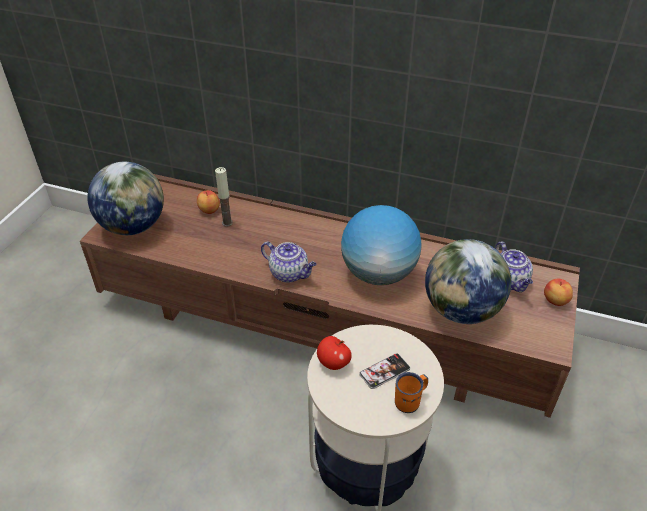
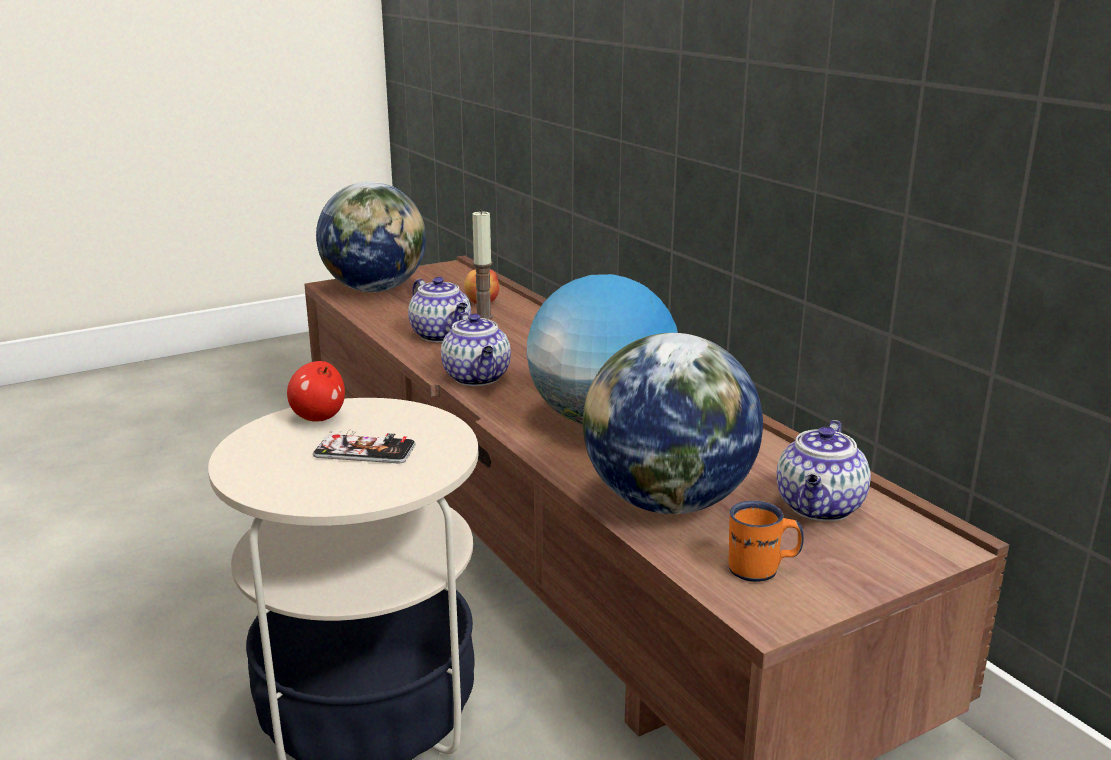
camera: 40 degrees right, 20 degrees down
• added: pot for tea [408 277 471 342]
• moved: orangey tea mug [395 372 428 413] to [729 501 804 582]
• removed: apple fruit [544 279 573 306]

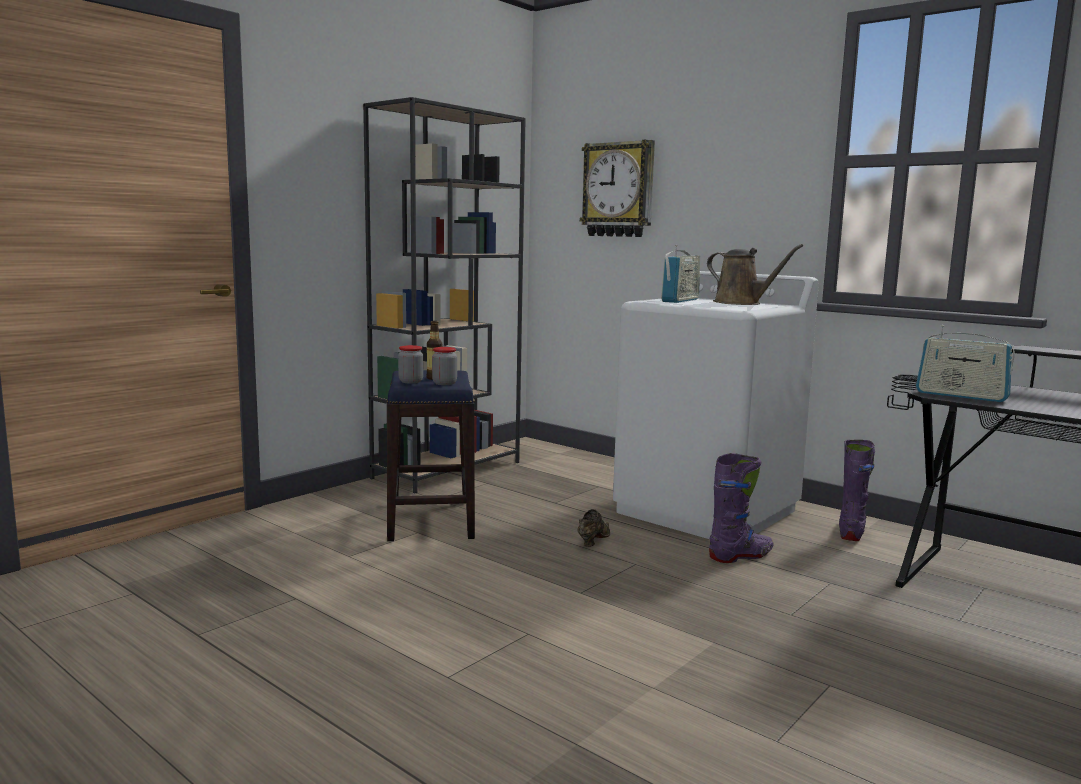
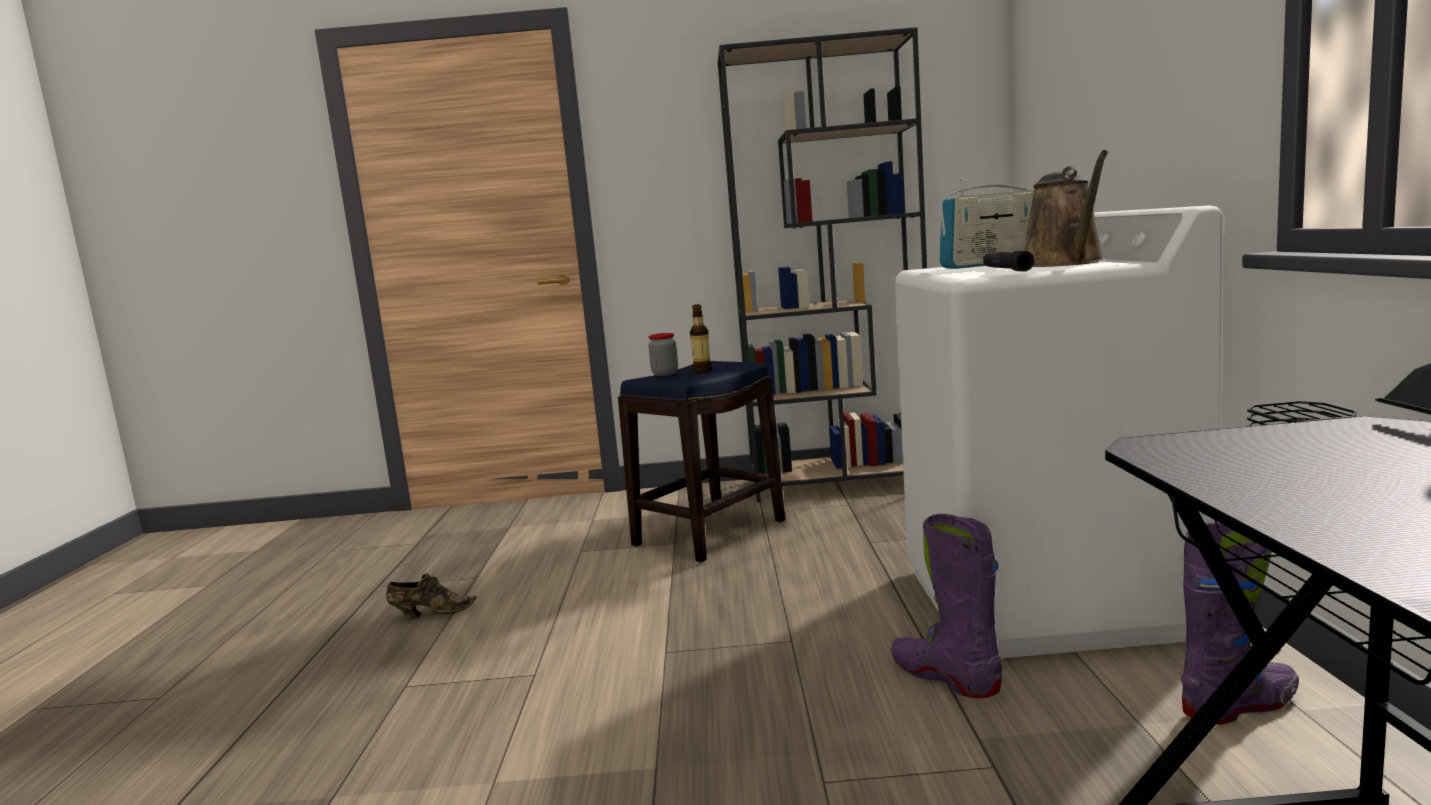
camera: 50 degrees right, 0 degrees up
• moved: brown-coloured item of footwear [578 509 610 547] to [386 573 477 620]
• turned: purple-coloured boot [709 453 774 563] = [891 514 1002 698] 150 degrees counterclockwise
• added: black flashlight [983 251 1035 272]
• removed: preserve jar [432 347 457 385]
• removed: wall clock [580 140 655 237]
• removed: radio set [916 325 1015 402]

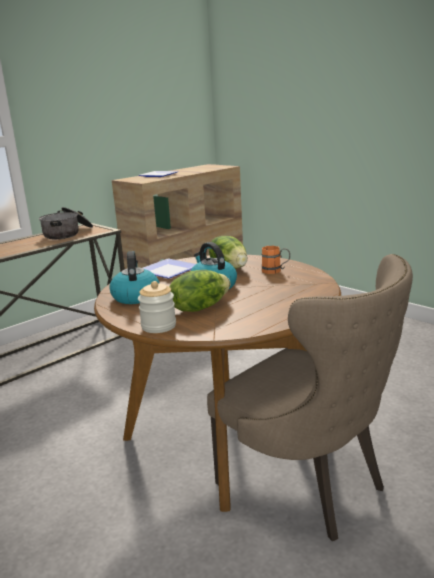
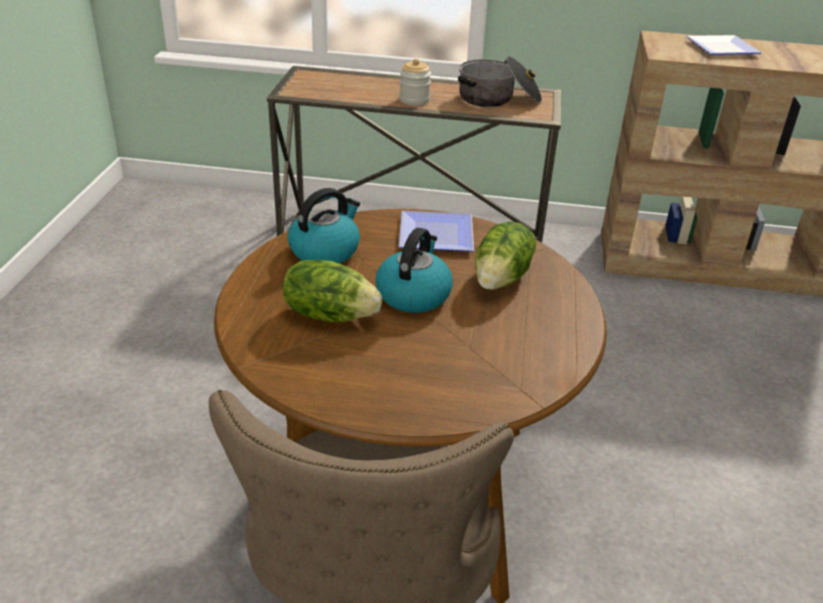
camera: 50 degrees right, 15 degrees up
• moved: preserve jar [138 281 176 333] to [399 59 431 106]
• removed: orangey tea mug [262 246 290 274]

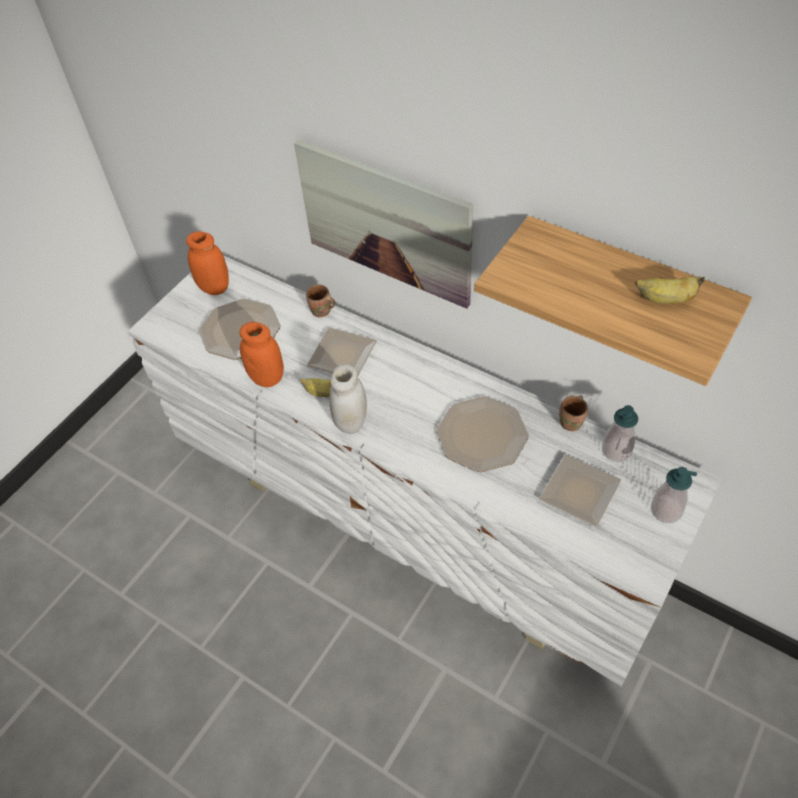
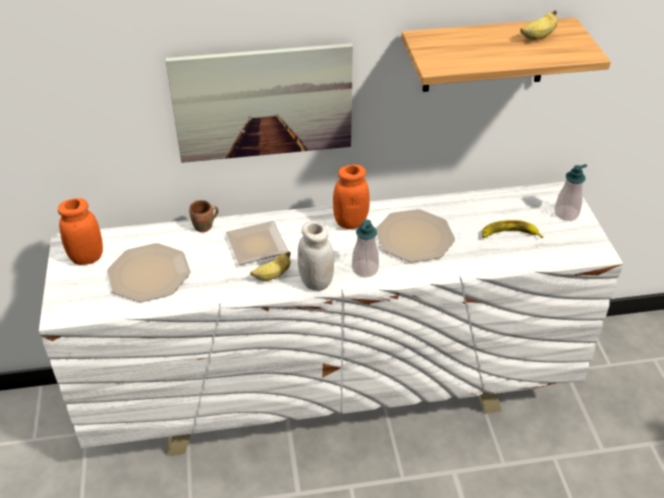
camera: 45 degrees left, 10 degrees down
• moved: orangey preserve jar [239 322 284 387] to [333 164 370 229]
• moved: soap bottle [602 405 638 462] to [352 220 379 277]
• replaced: dinner plate [539 454 621 526] to banana fruit [482 220 543 238]
• removed: brown-coloured tea mug [559 395 588 431]

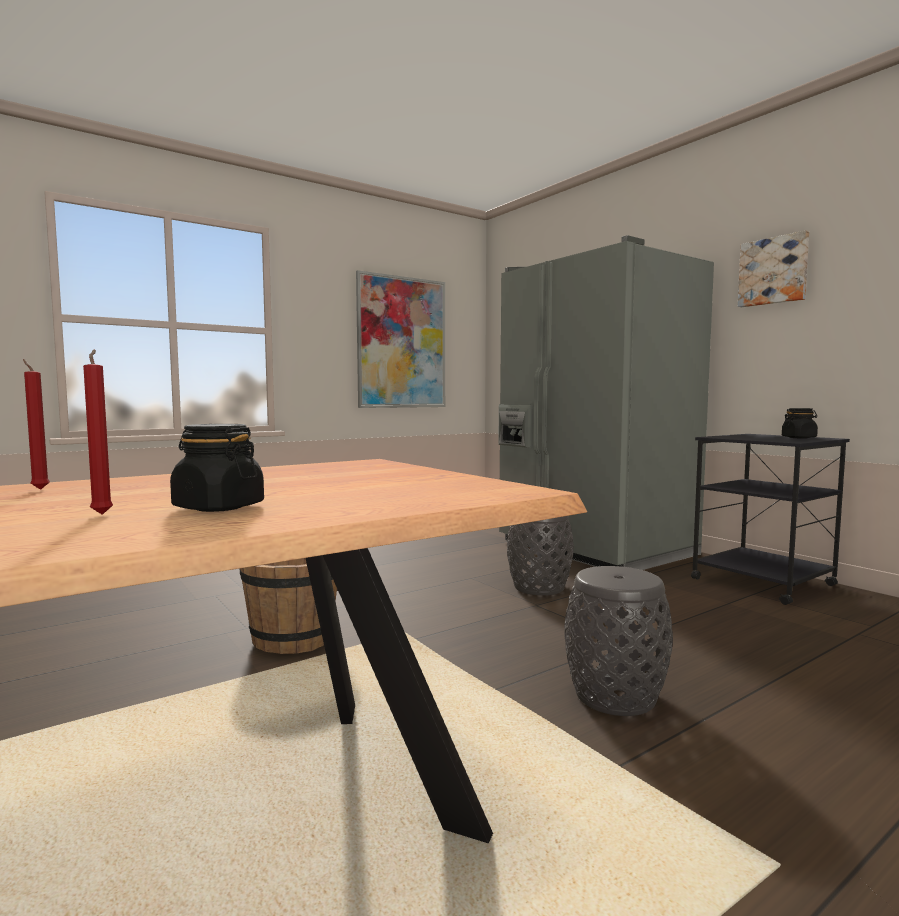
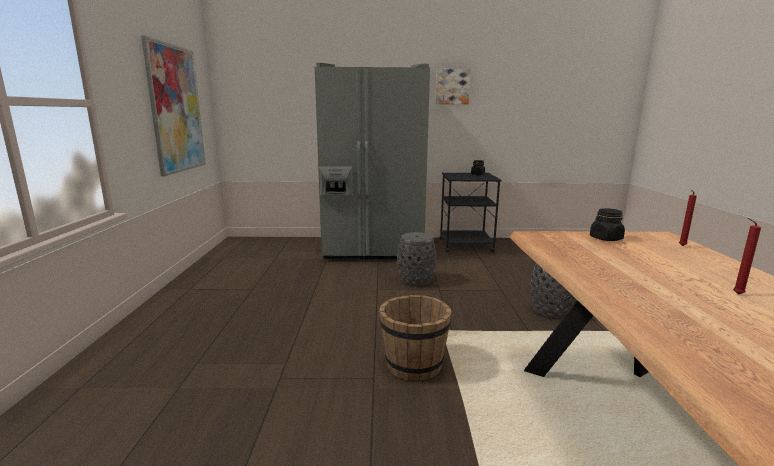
camera: 55 degrees left, 10 degrees up
• moved: black preserve jar [170 424 264 512] to [590 208 625 241]
• moved: red wax candle [23 359 50 490] to [679 190 697 246]

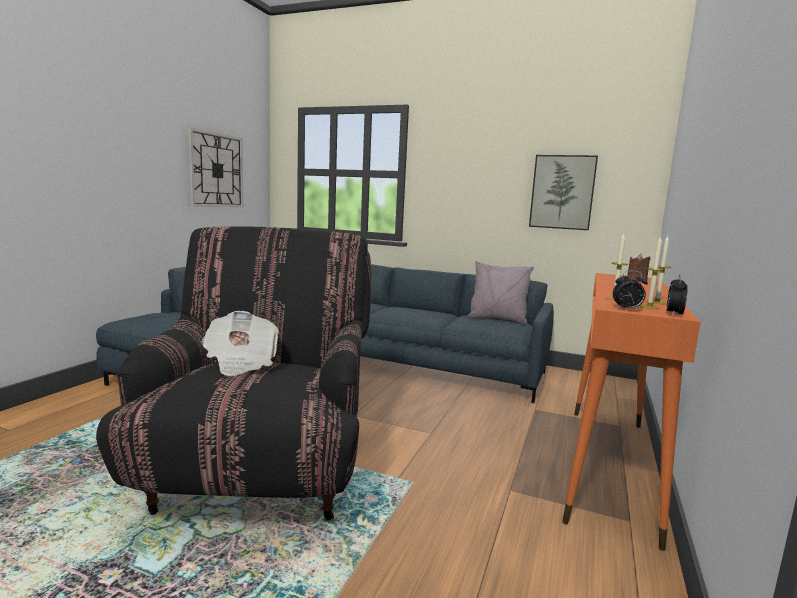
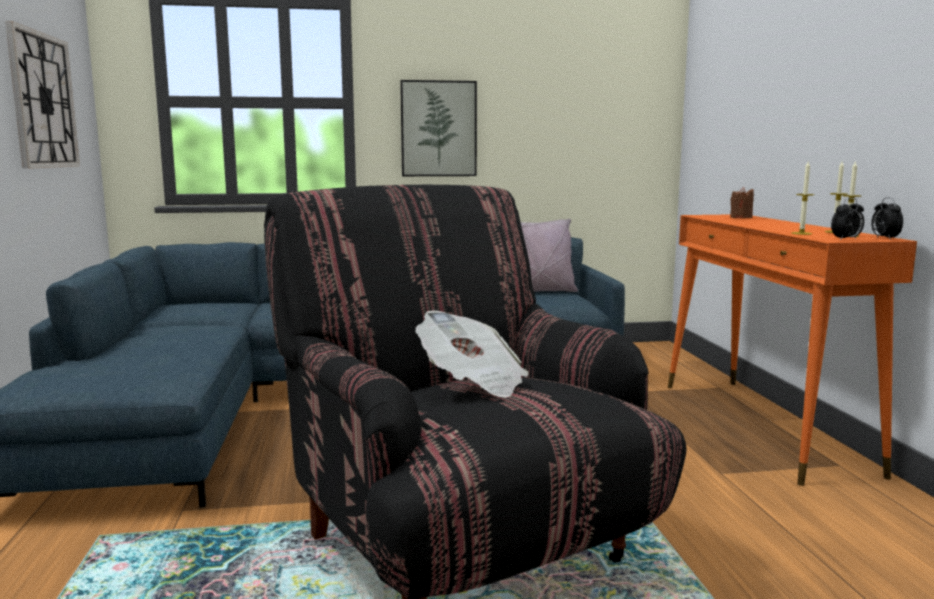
camera: 30 degrees left, 0 degrees up
• moved: wall art [529 155 598 230] to [400 80 477 176]

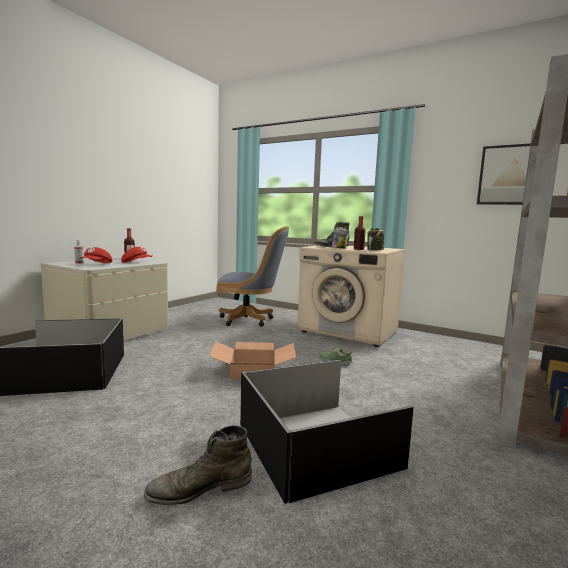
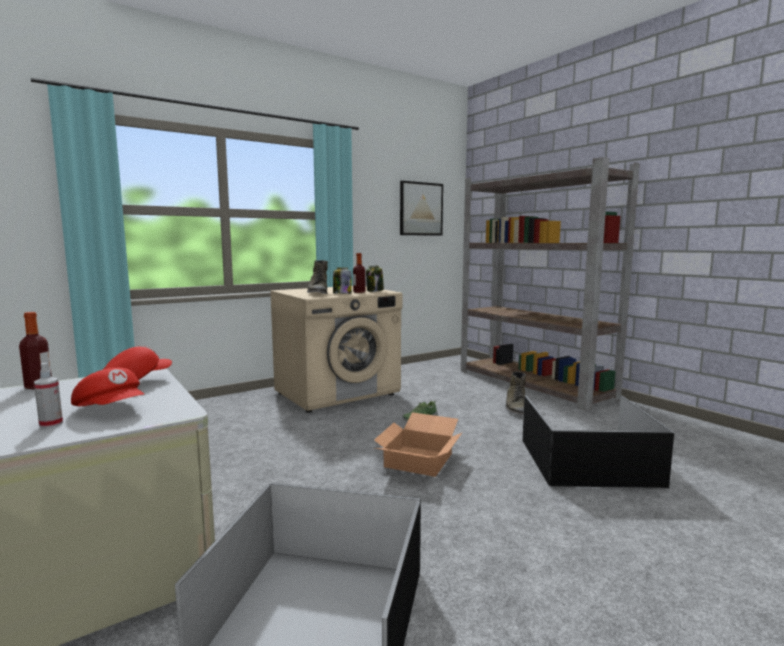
camera: 65 degrees left, 0 degrees up
• moved: greenish boot [144 425 252 505] to [506 372 526 415]
• removed: blue-coloured desk chair [216 226 289 327]

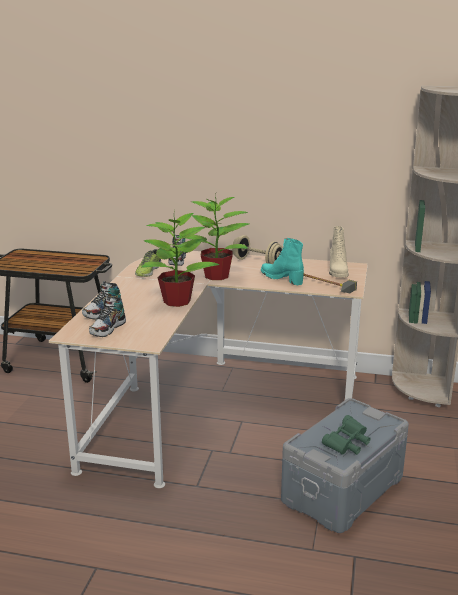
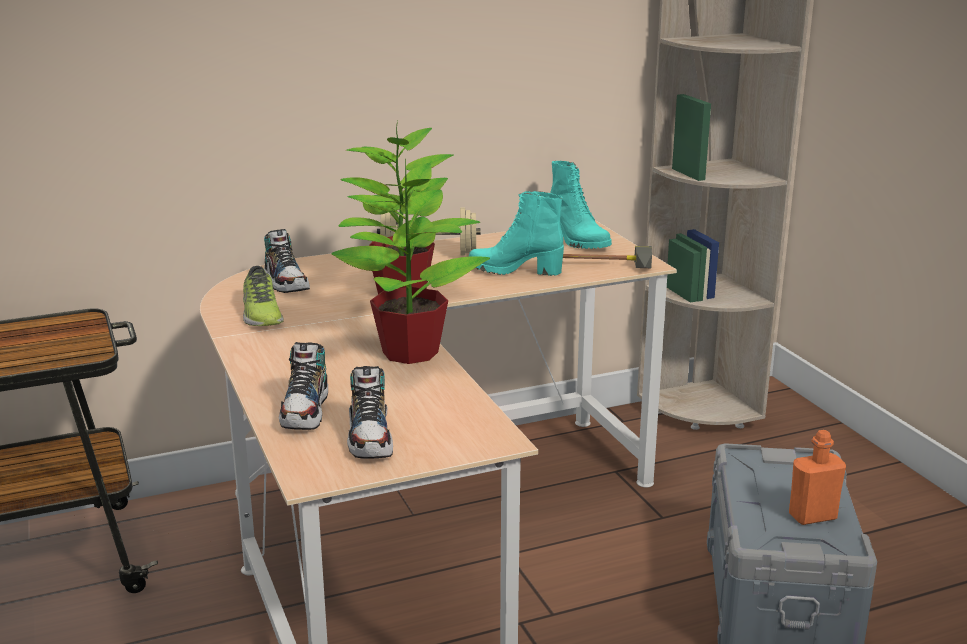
camera: 35 degrees left, 0 degrees up
• recoloured: beige-coloured boot [329 226 348 278] to blue-green boot [550 161 612 249]
• replaced: greenish pair of binoculars [322 415 370 455] to orangey drink bottle [789 430 846 525]

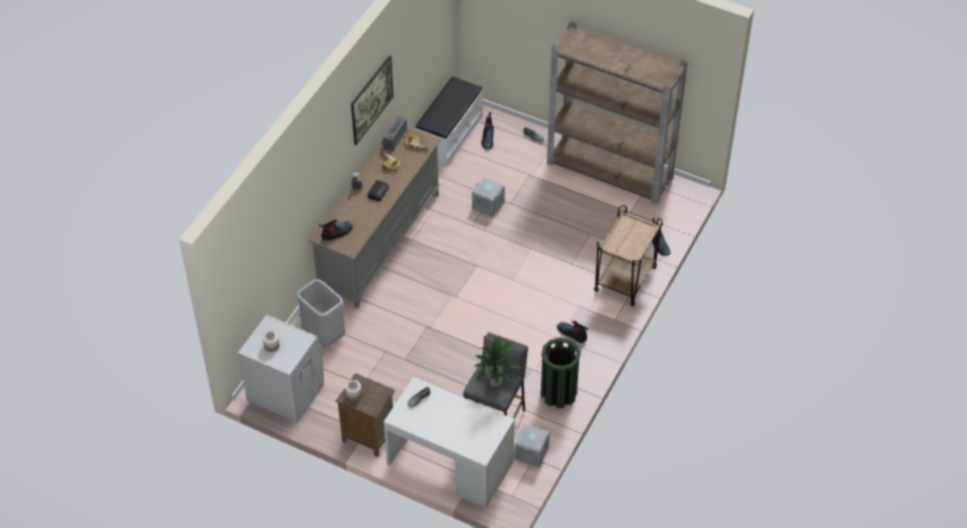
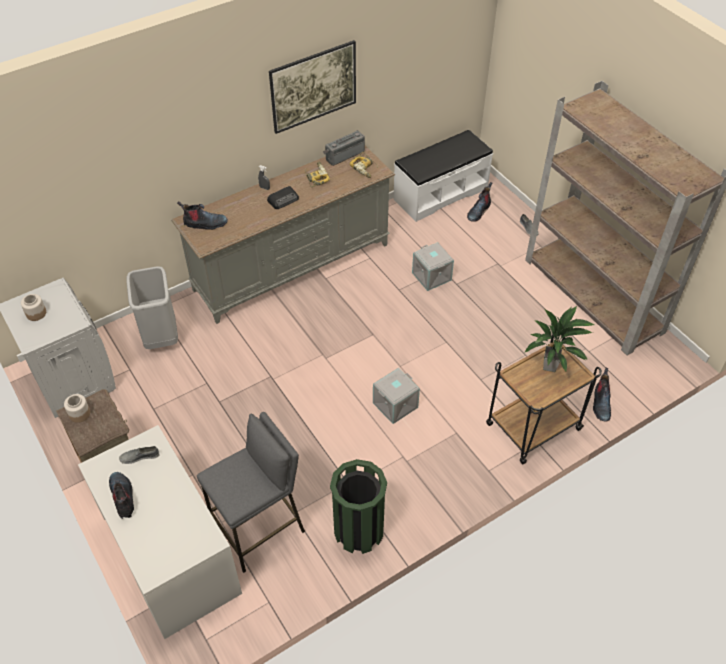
camera: 30 degrees right, 0 degrees up
• moved: boot [557 321 589 343] to [109 472 134 519]
• moved: grey storage container [514 423 550 468] to [373 368 420 424]
• moved: potted plant [474 335 521 387] to [524 306 594 372]

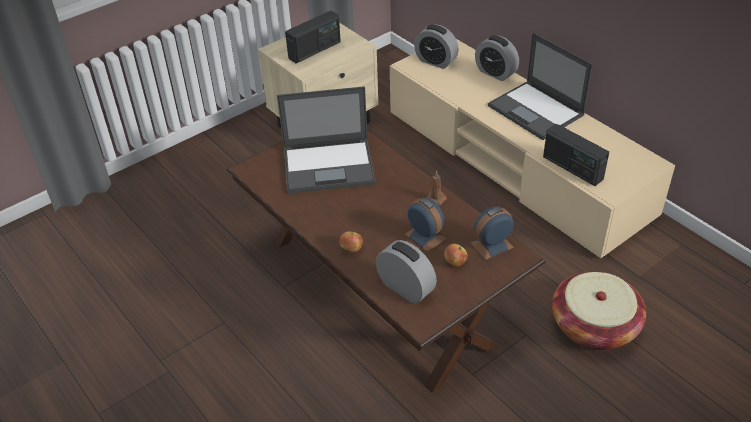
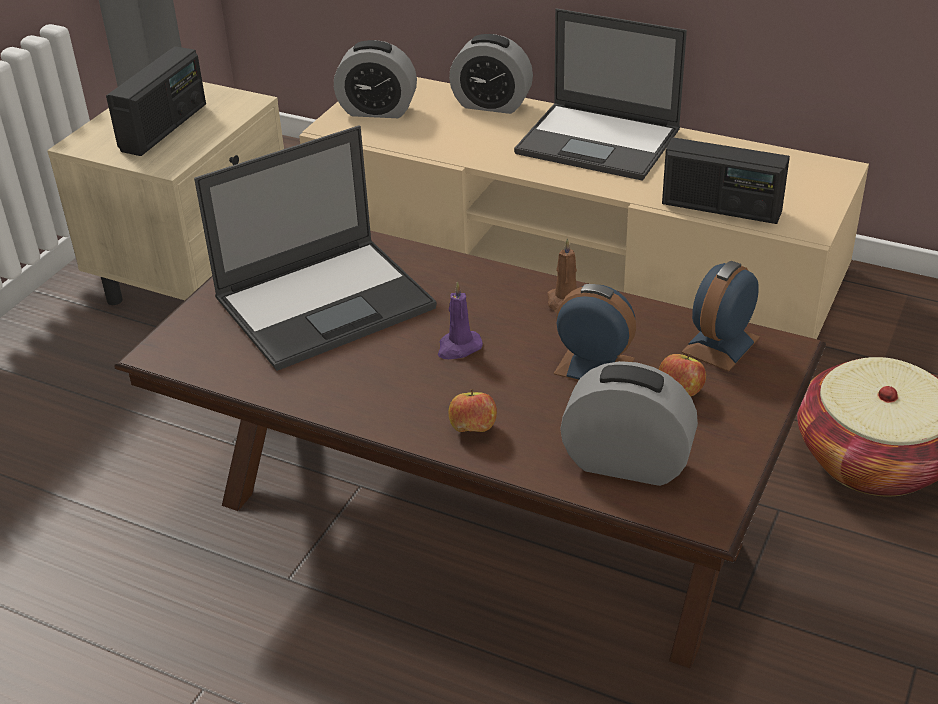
camera: 25 degrees left, 5 degrees down
• added: purple-coloured wax candle [438 282 483 359]

